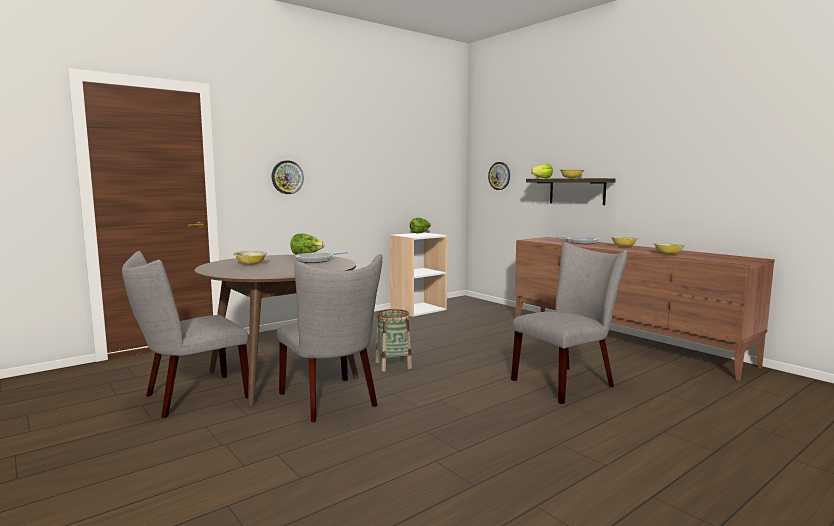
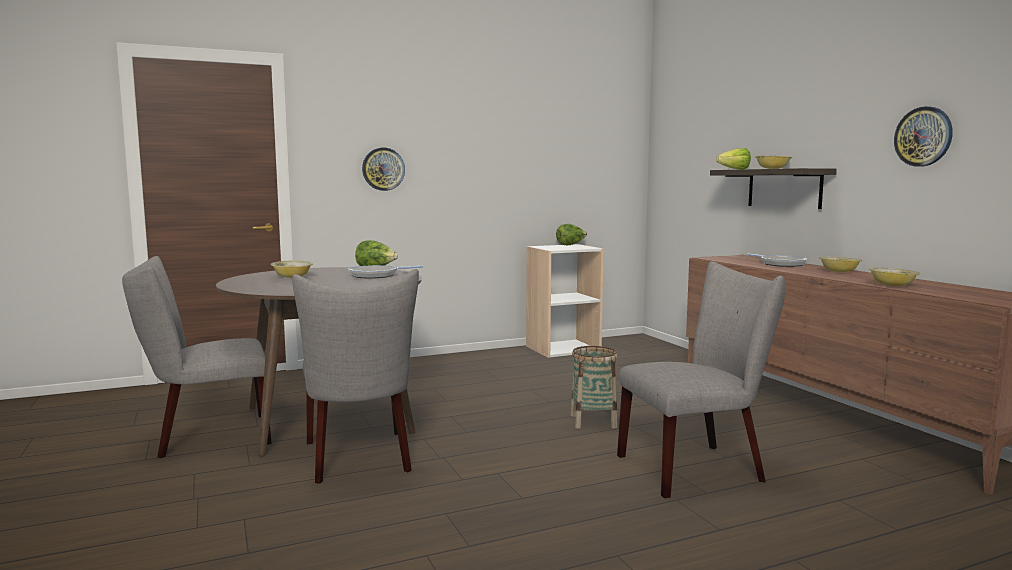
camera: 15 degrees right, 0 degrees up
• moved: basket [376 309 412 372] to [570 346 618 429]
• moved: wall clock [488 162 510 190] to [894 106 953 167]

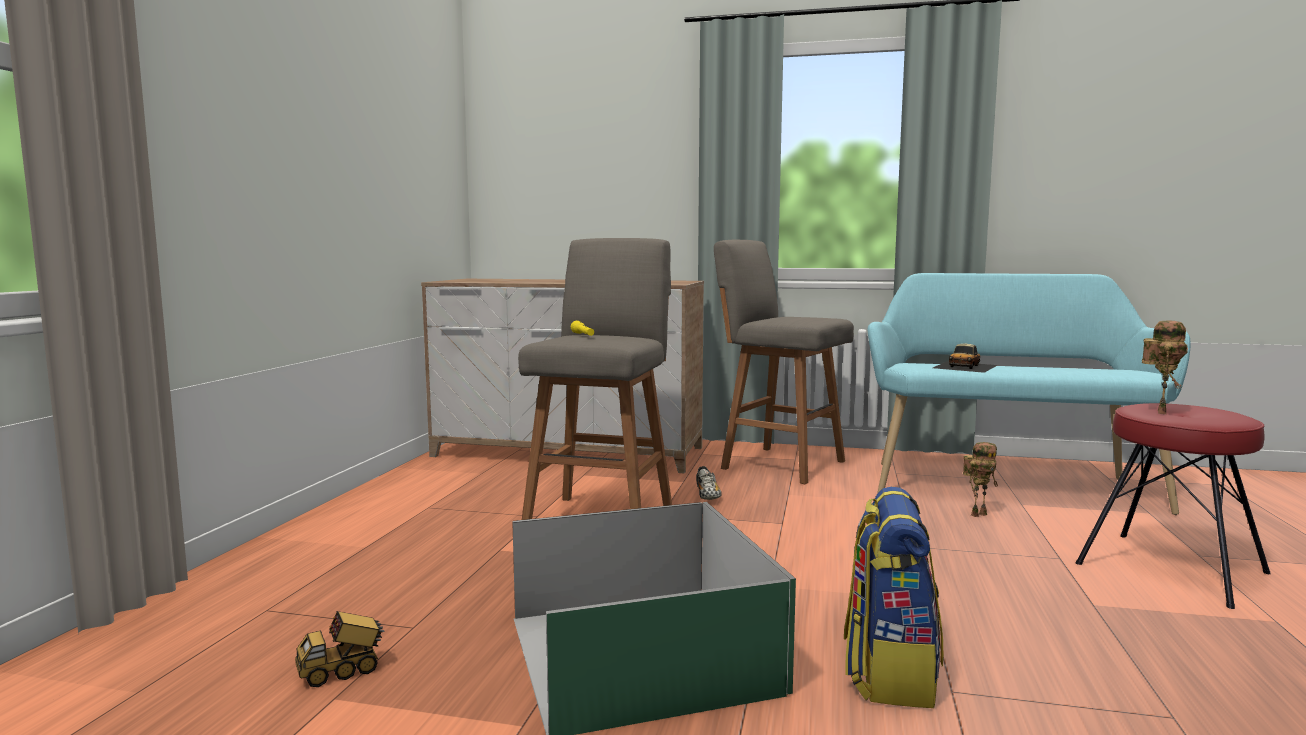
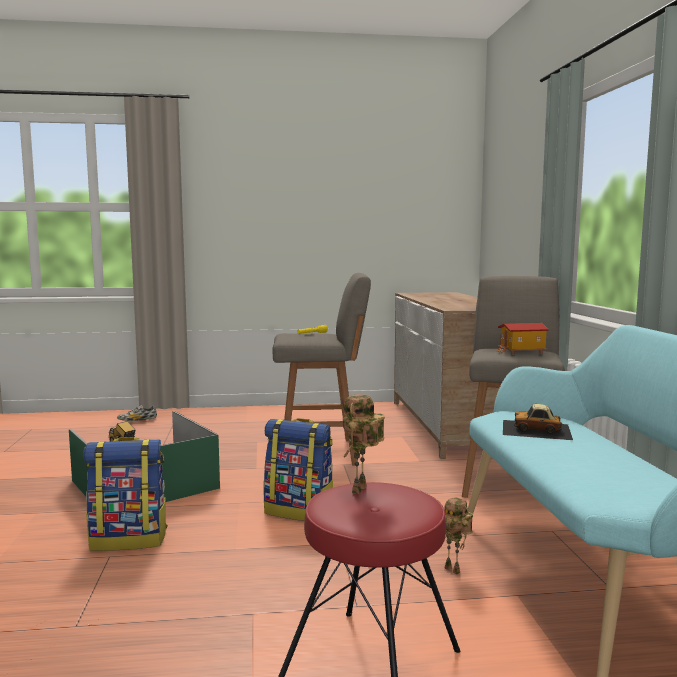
camera: 70 degrees right, 0 degrees up
• moved: item of footwear [696 466 722 500] to [117 405 157 421]
• added: knapsack [263 418 333 521]
• turned: toy robot [1142 320 1188 414] = [342 394 385 494] 105 degrees clockwise
• added: model house [497 323 549 355]

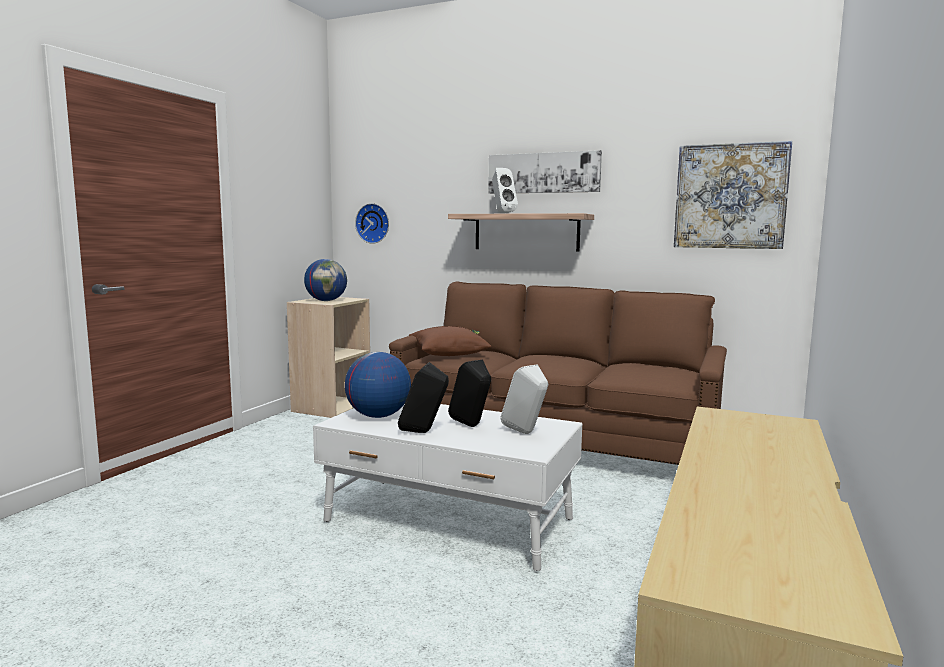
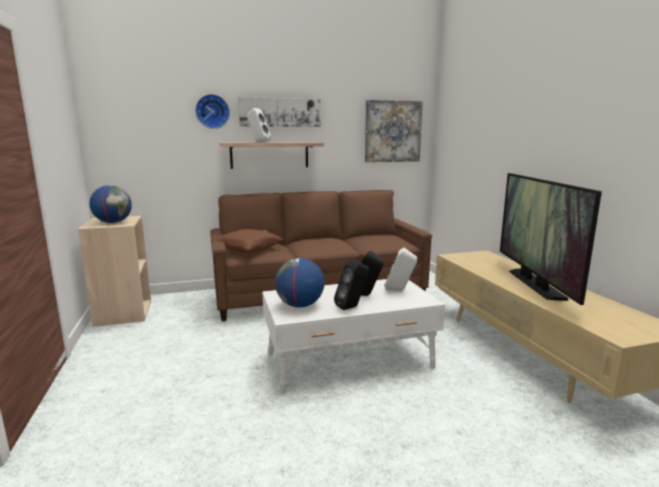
camera: 40 degrees left, 5 degrees up
• moved: wall clock [355 203 389 244] to [195 94 230 129]
• added: TV set [500 173 602 305]

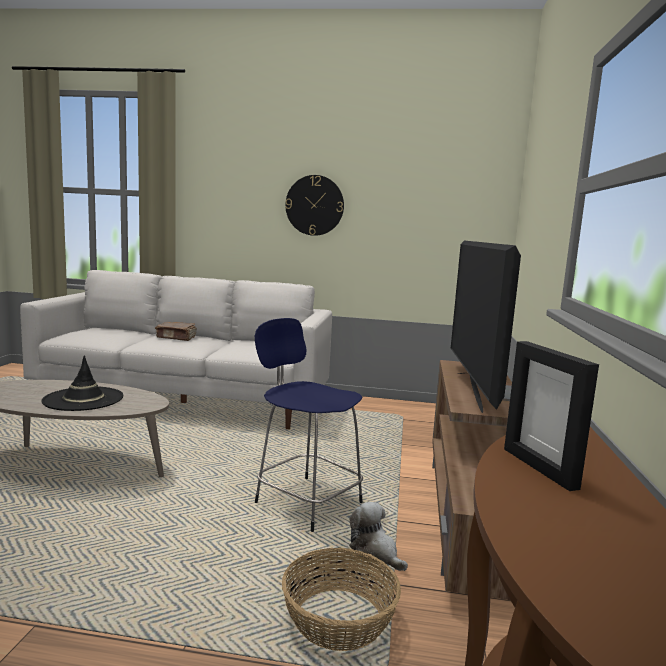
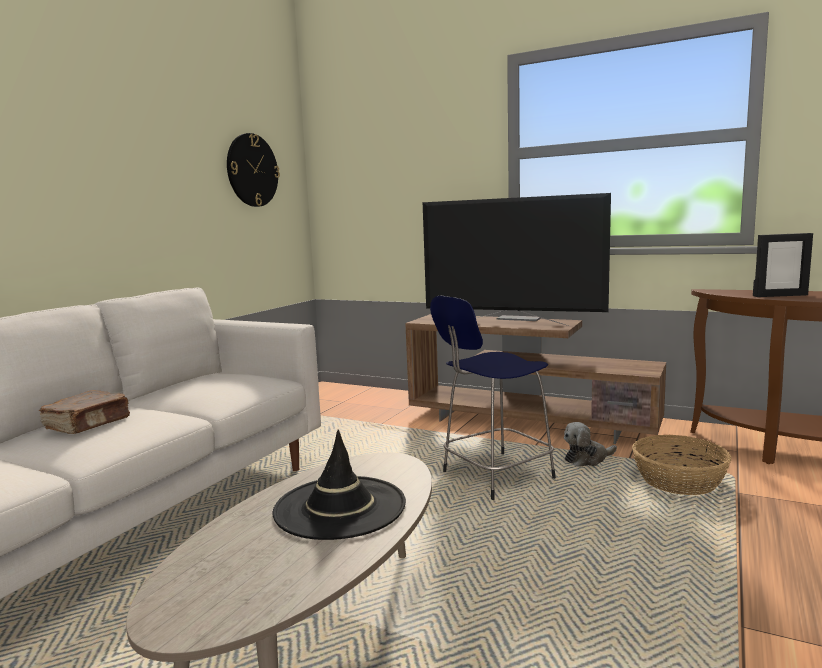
camera: 70 degrees left, 0 degrees up
• moved: wall clock [285 175 344 236] to [227 133 280 207]

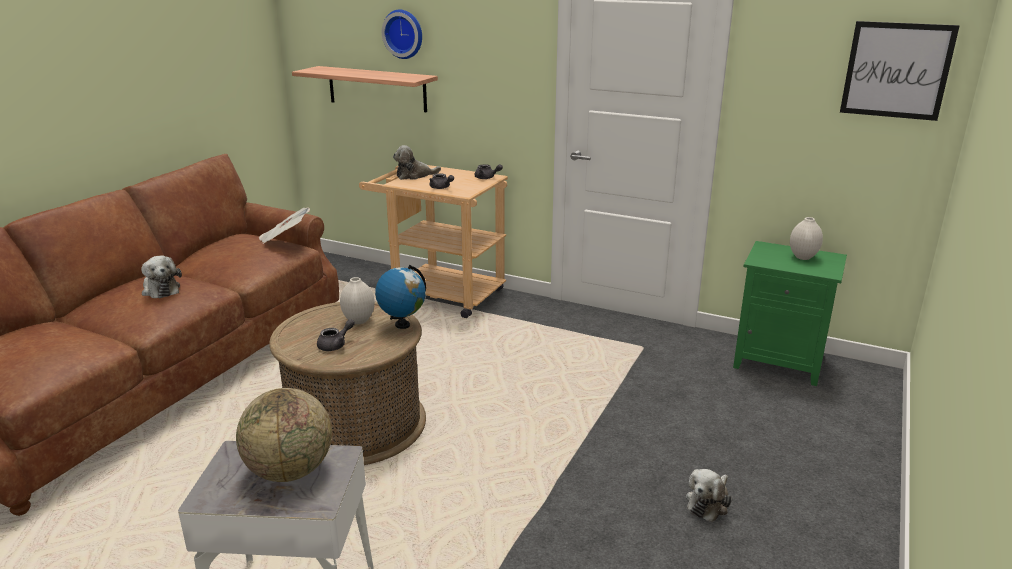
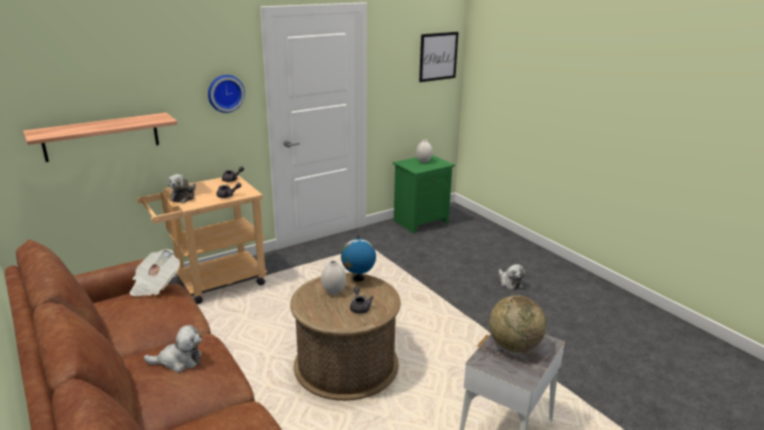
camera: 60 degrees left, 0 degrees up
• moved: wall clock [382 10 422 59] to [208 75 245 113]

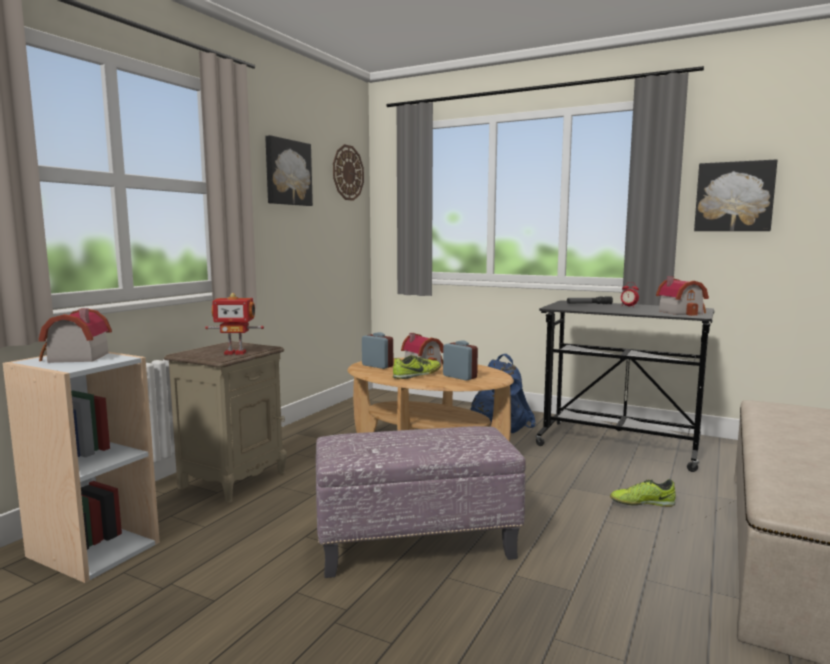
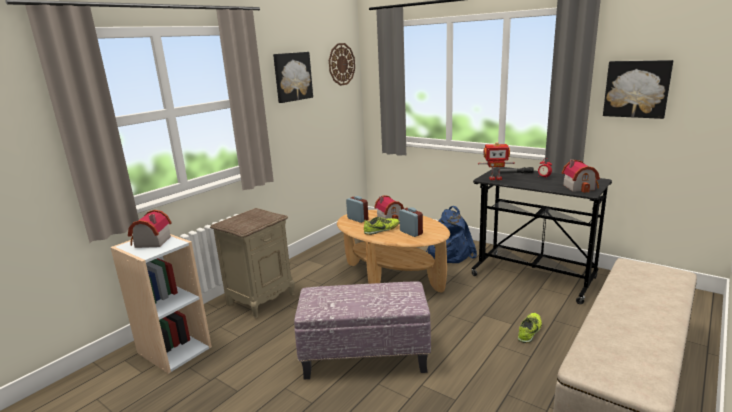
camera: 10 degrees right, 10 degrees up
• moved: toy robot [205 293 264 355] to [478 142 515 180]
• turned: item of footwear [610 479 676 507] = [518 313 542 343] 120 degrees clockwise

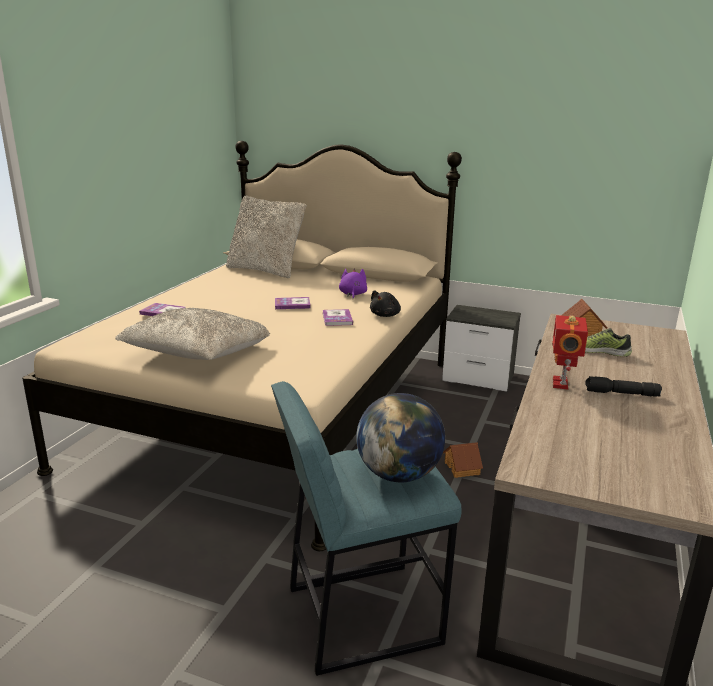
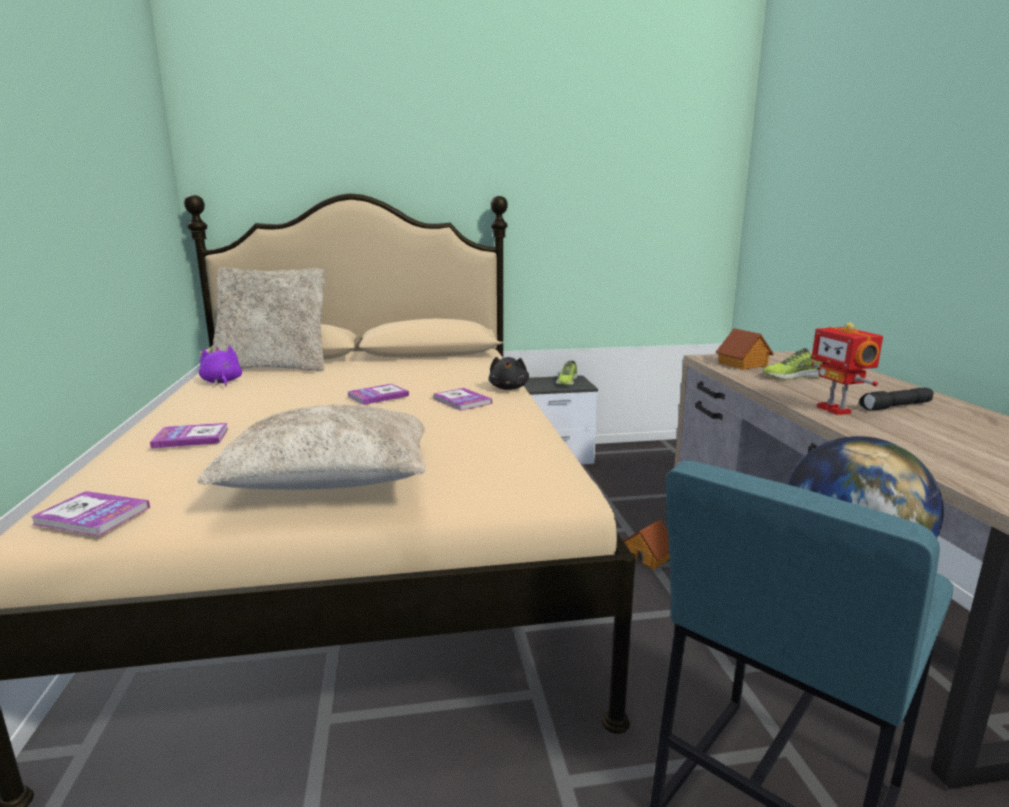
camera: 30 degrees left, 5 degrees down
• added: volume [31 491 150 536]
• moved: purple-coloured cuddly toy [339 269 367 299] to [199 346 242 386]
• added: item of footwear [556 361 577 385]

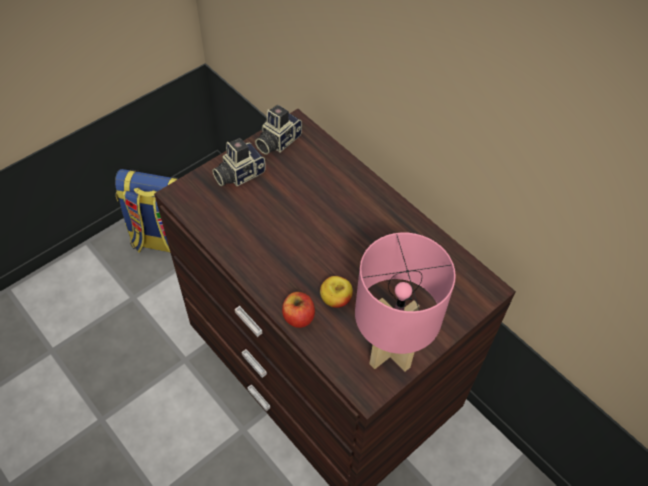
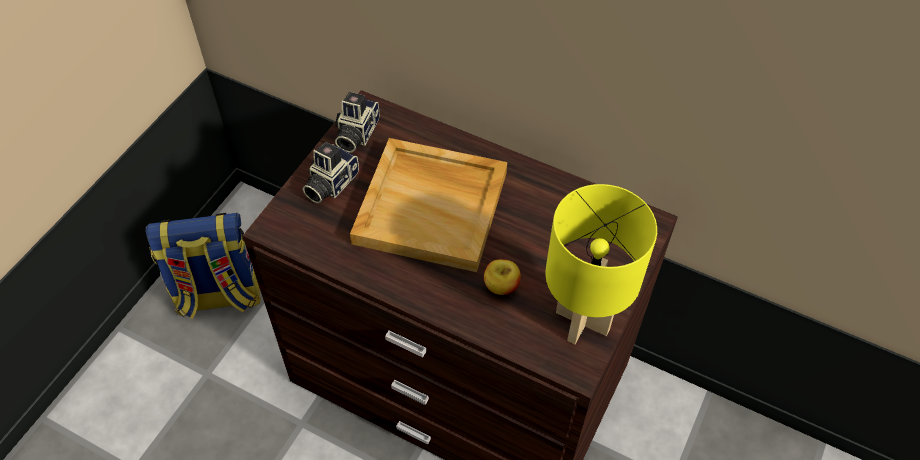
camera: 20 degrees left, 0 degrees up
• added: beige-coloured serving tray [350 138 507 272]
• recoloured: pink-coloured table lamp [355 233 456 372] to yellow-coloured table lamp [545 184 657 344]
• removed: apple fruit [282 292 315 328]

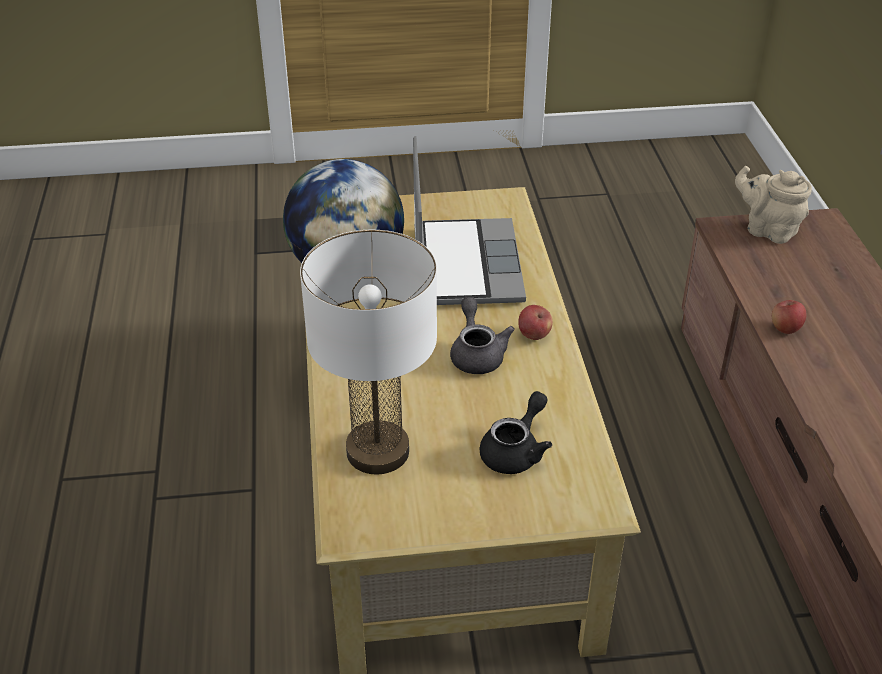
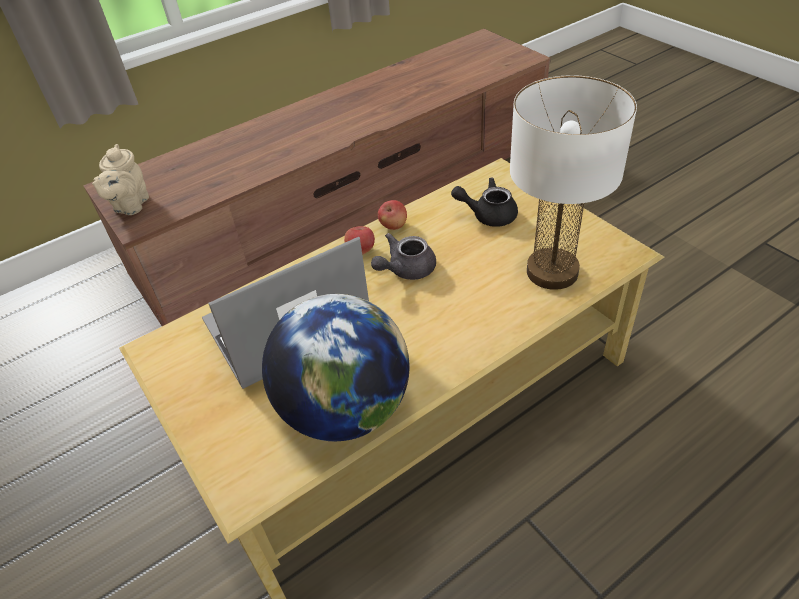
camera: 115 degrees left, 5 degrees up
• moved: apple fruit [772 300 807 334] to [378 200 407 230]

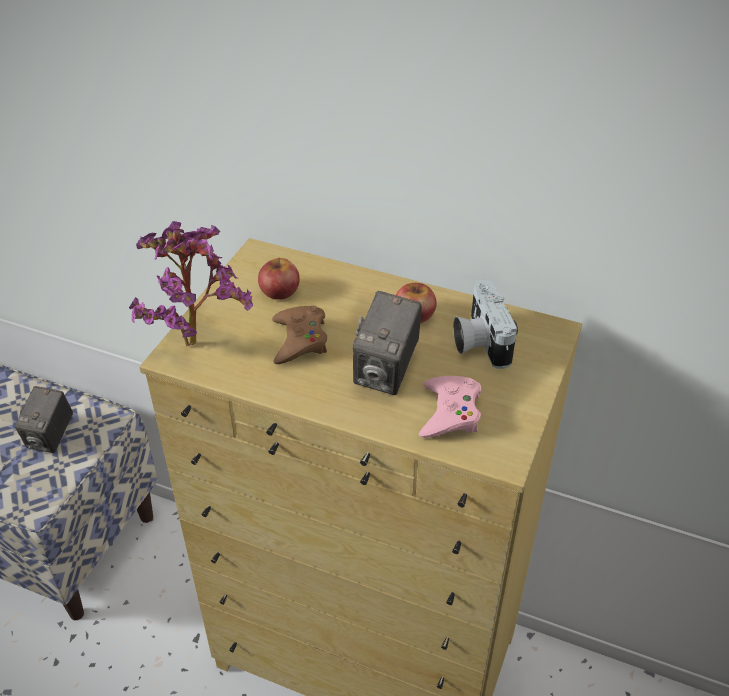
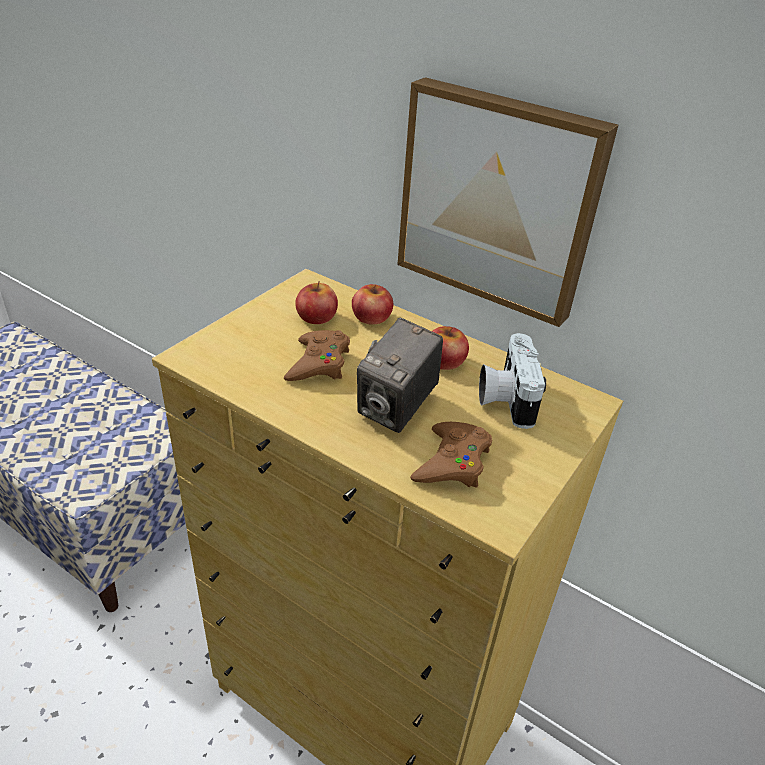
camera: 10 degrees right, 5 degrees down
• added: apple fruit [352 284 393 325]
• added: wall art [397 77 618 327]
• recoloured: pink-coloured joypad [419 376 481 438] to brown-coloured joypad [410 422 492 488]
• removed: photo camera [15 386 73 453]
• removed: potted plant [129 221 253 346]

